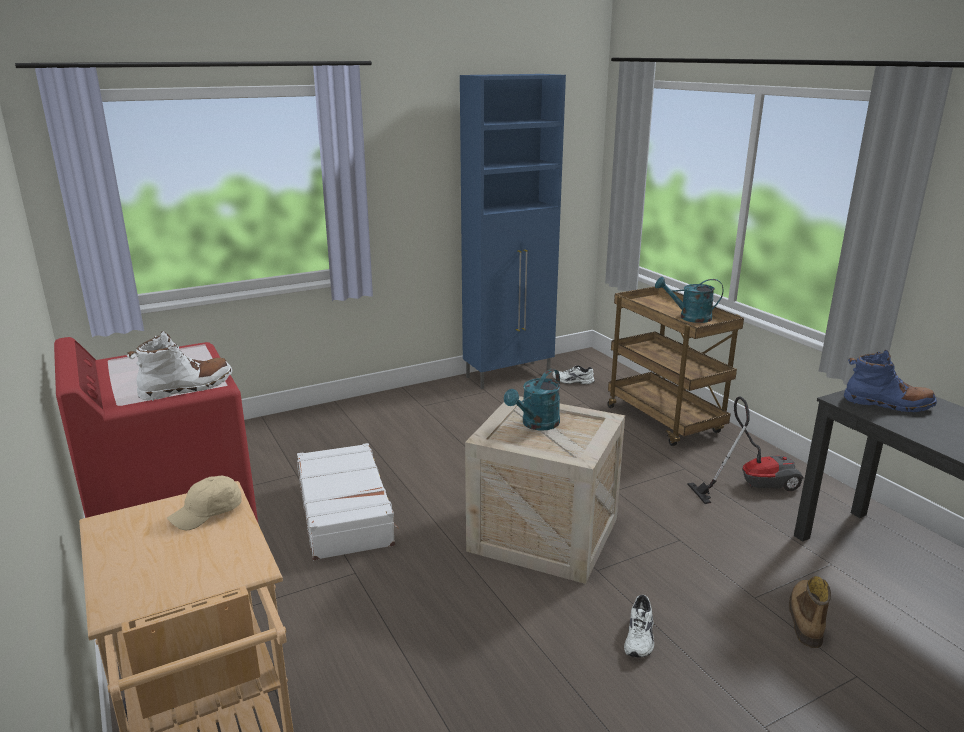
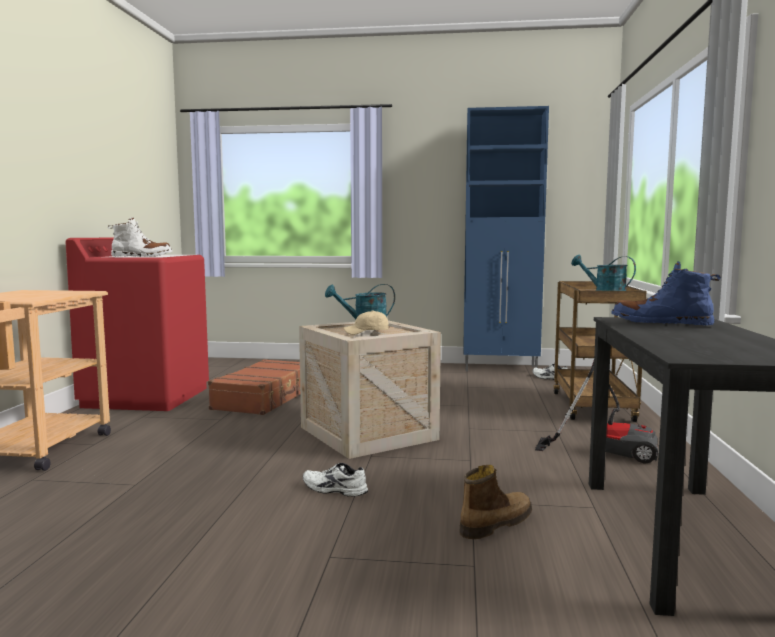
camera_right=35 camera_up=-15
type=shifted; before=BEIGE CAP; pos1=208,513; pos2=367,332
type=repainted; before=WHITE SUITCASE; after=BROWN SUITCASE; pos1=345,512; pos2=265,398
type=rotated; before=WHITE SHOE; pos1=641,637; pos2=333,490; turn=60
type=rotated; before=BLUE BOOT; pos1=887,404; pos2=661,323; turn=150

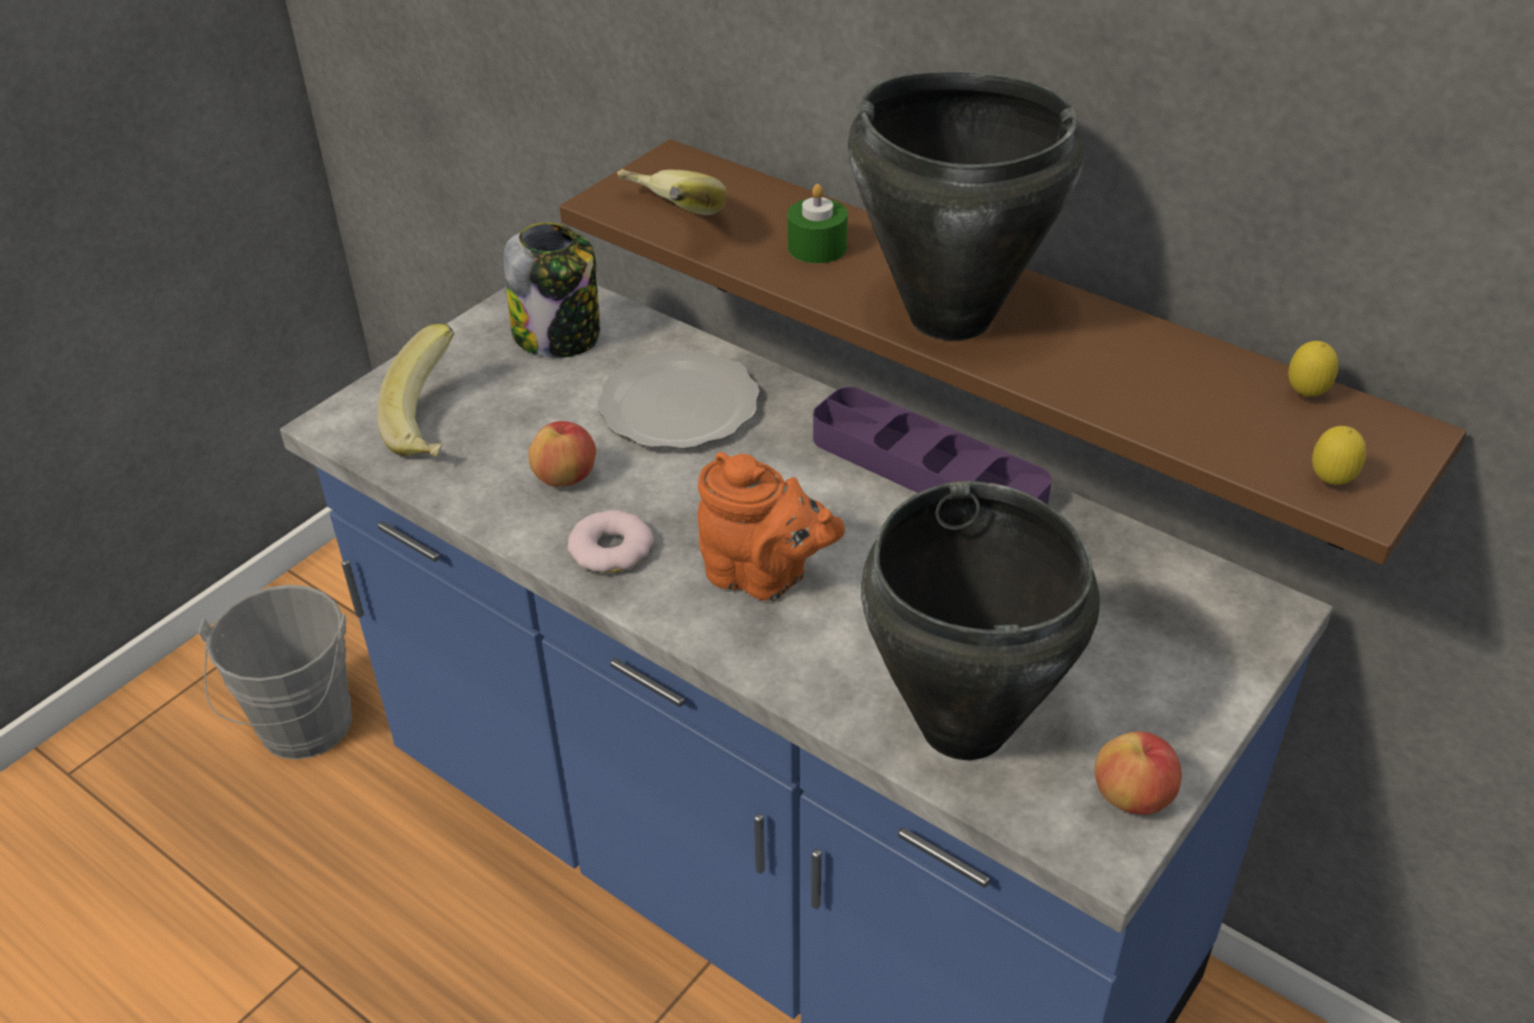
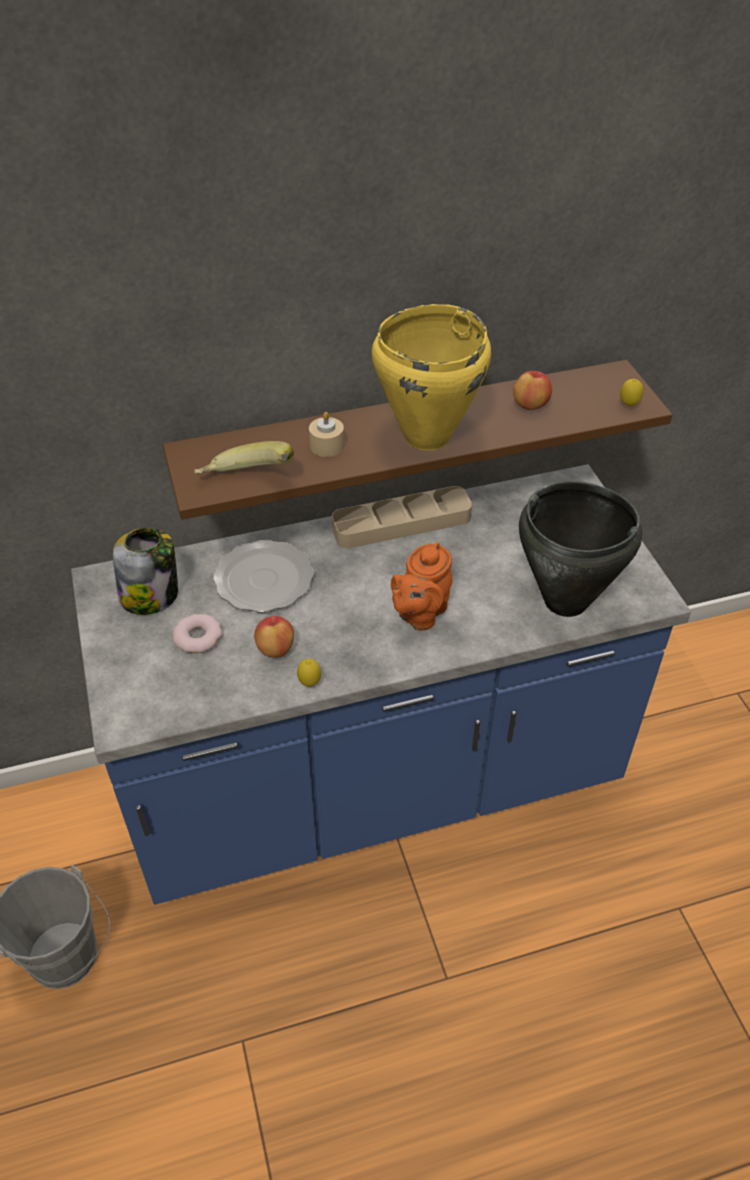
camera_right=-55 camera_up=5
type=gone; before=BANANA; pos1=435,425
type=shifted; before=DONUT; pos1=611,549; pos2=198,637
type=rotated; before=ORANGE TEAPOT; pos1=763,577; pos2=420,614; turn=150
type=repainted; before=GREEN CANDLE; after=BEIGE CANDLE; pos1=817,247; pos2=327,445
type=repainted; before=PURPLE TRAY; after=BEIGE TRAY; pos1=927,470; pos2=401,523
type=repainted; before=BLACK COOKING POT; after=YELLOW COOKING POT; pos1=949,316; pos2=426,436
type=shifted; before=APPLE; pos1=1133,797; pos2=530,405
type=shifted; before=LEMON; pos1=1305,396; pos2=309,683

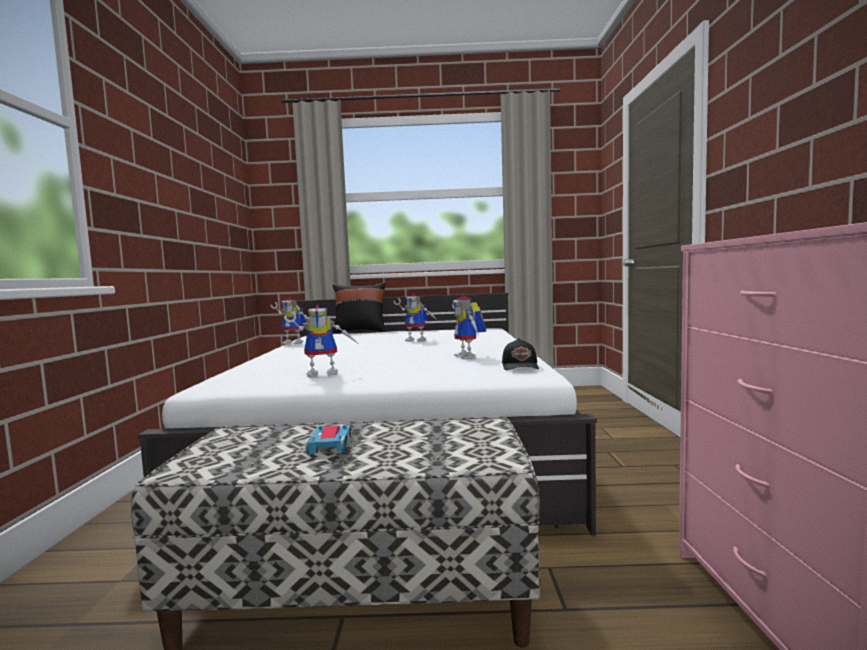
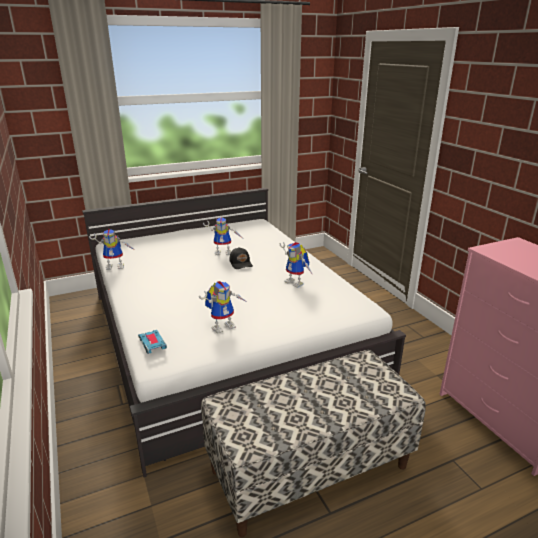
camera_right=-25 camera_up=20
type=shifted; before=TOY CAR; pos1=330,444; pos2=152,344
type=gone; before=BLACK PILLOW; pos1=360,331
type=shifted; before=BLACK CAP; pos1=521,367; pos2=241,263

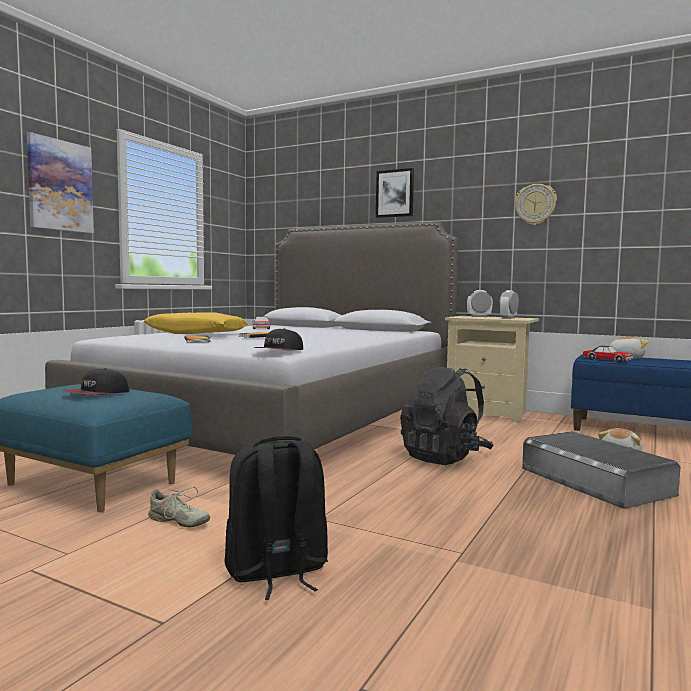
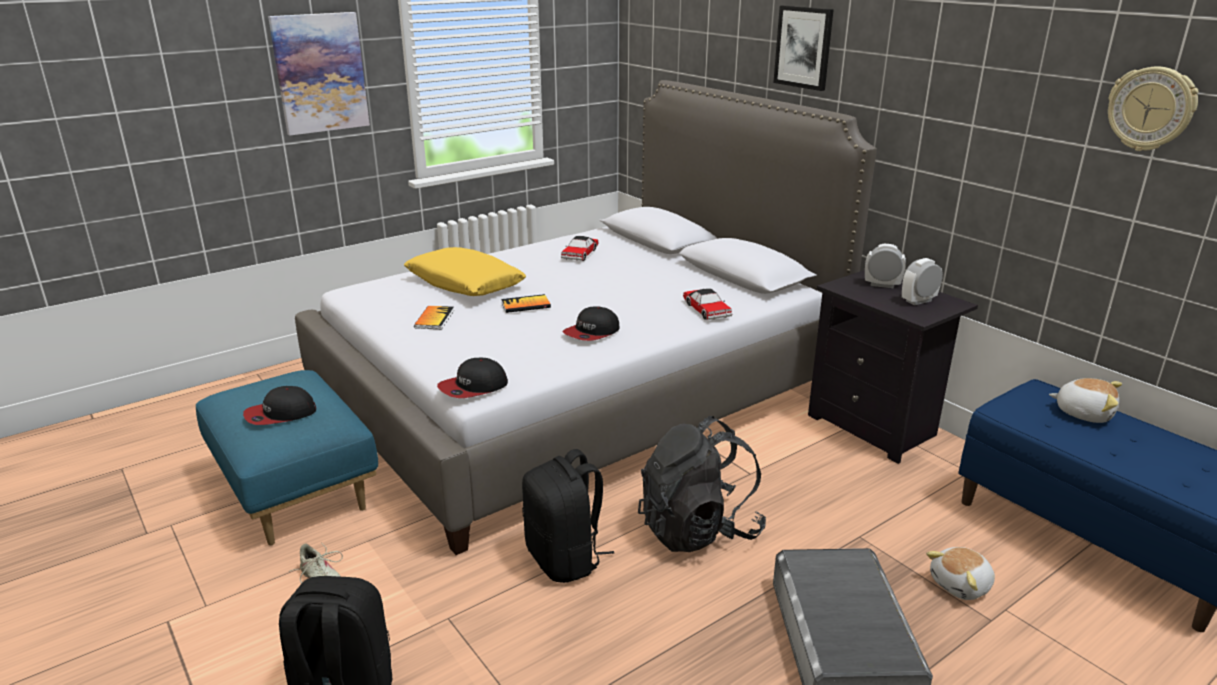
camera_right=25 camera_up=20
type=repainted; before=BEIGE NIGHTSTAND; after=BLACK NIGHTSTAND; pos1=489,413; pos2=875,427
type=shifted; before=WALL CLOCK; pos1=535,204; pos2=1151,109
type=shifted; before=TOY CAR; pos1=607,360; pos2=707,310
type=new; after=BLACK BACKPACK; pos2=565,559
type=new; after=CAP; pos2=592,333

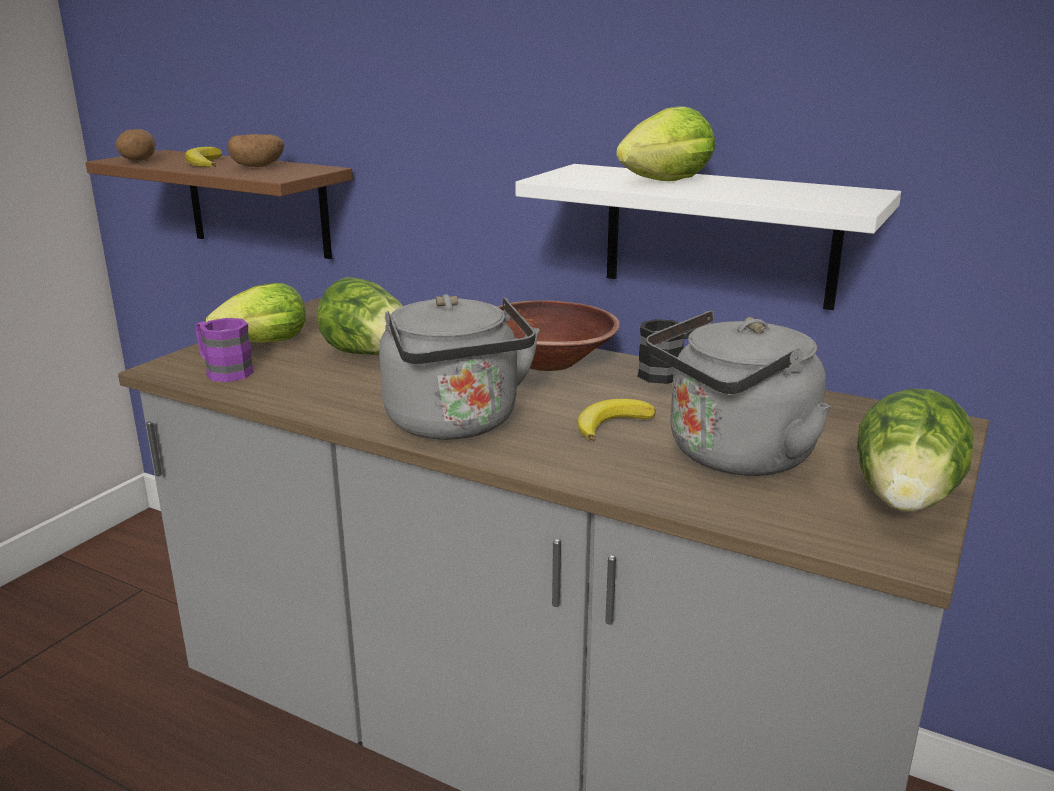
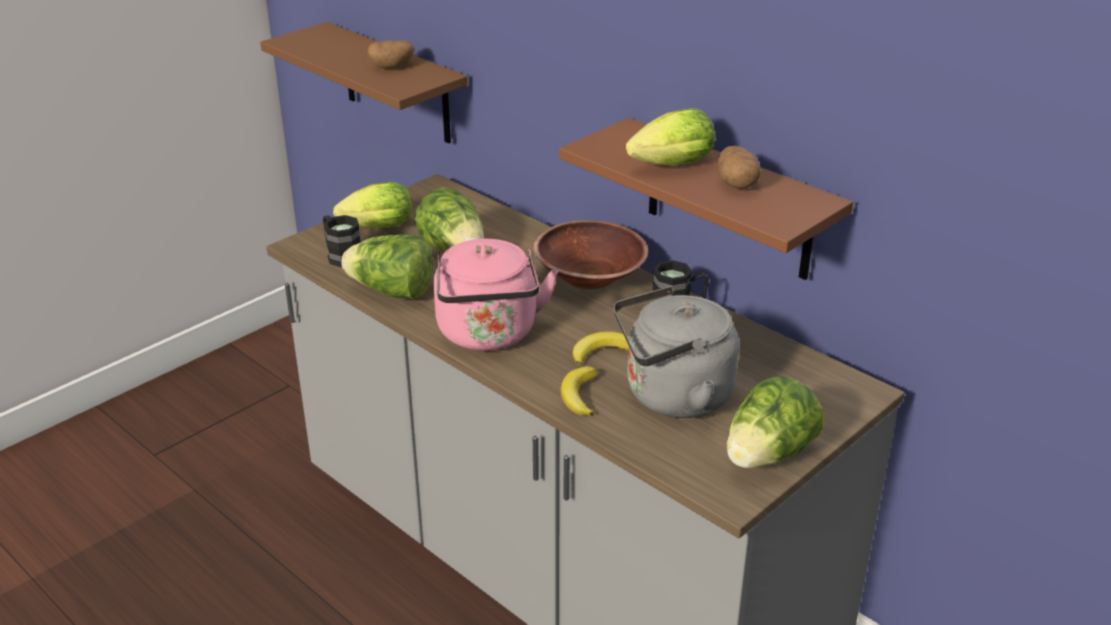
camera_right=15 camera_up=10
type=shifted; before=POTATO; pos1=138,160; pos2=736,183
type=shifted; before=BANANA; pos1=204,163; pos2=579,395
type=repainted; before=PURPLE MUG; after=BLACK MUG; pos1=223,371; pos2=341,255
type=repainted; before=GREY KETTLE; after=PINK KETTLE; pos1=456,424; pos2=489,335
type=repainted; before=WHITE SHELF; after=BROWN SHELF; pos1=719,235; pos2=729,201
type=new; after=LETTUCE; pos2=392,292

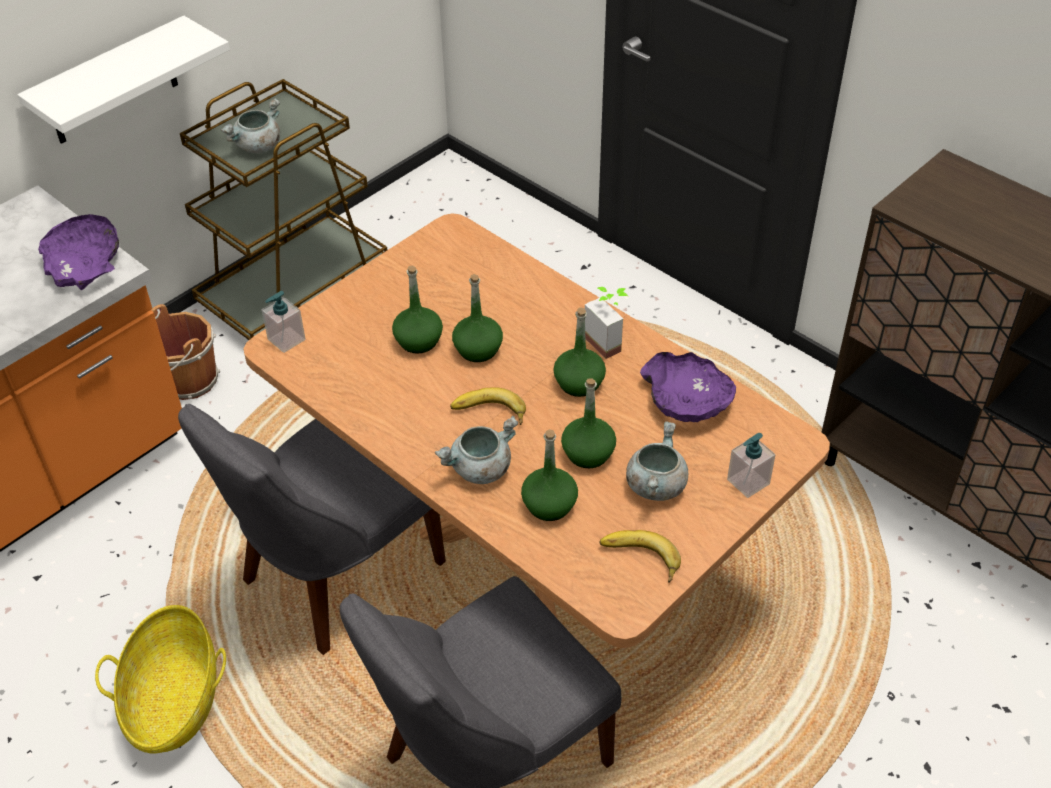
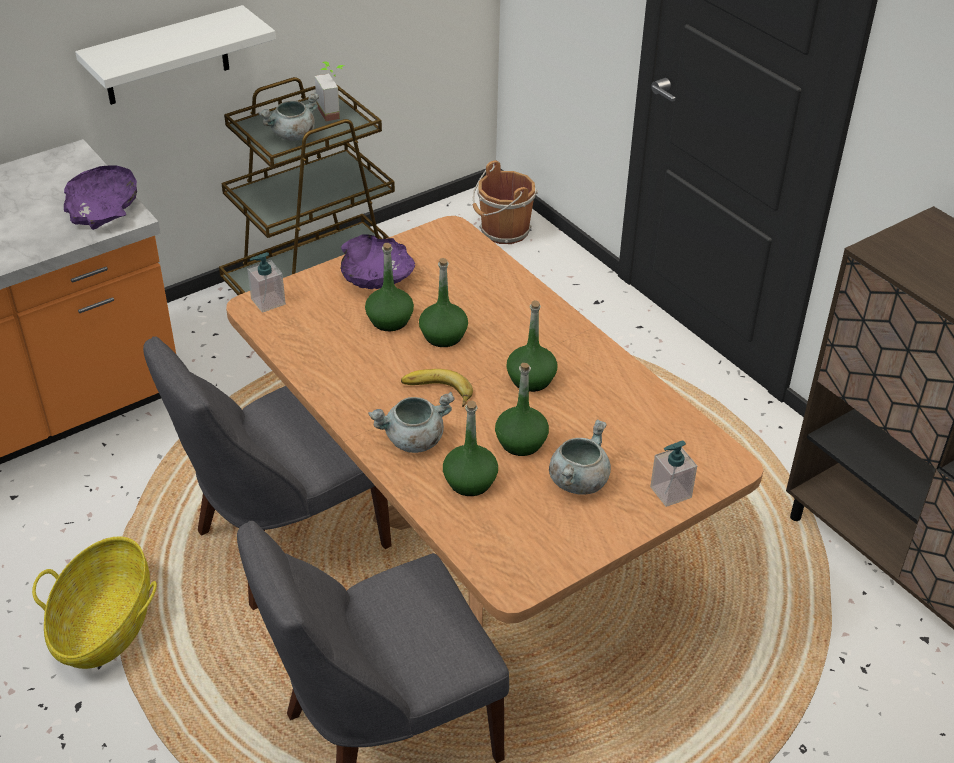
camera_right=10 camera_up=-5
type=shifted; before=BROWN BUCKET; pos1=187,381; pos2=503,231
type=shifted; before=POTTED PLANT; pos1=609,341; pos2=334,112
type=gone; before=BANANA; pos1=639,560
type=shifted; before=PURPLE BOWL; pos1=686,399; pos2=376,275

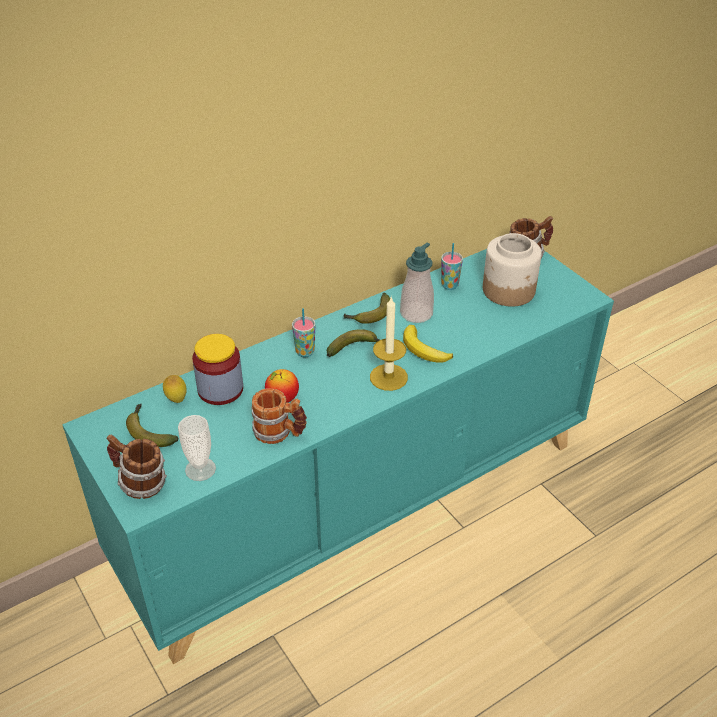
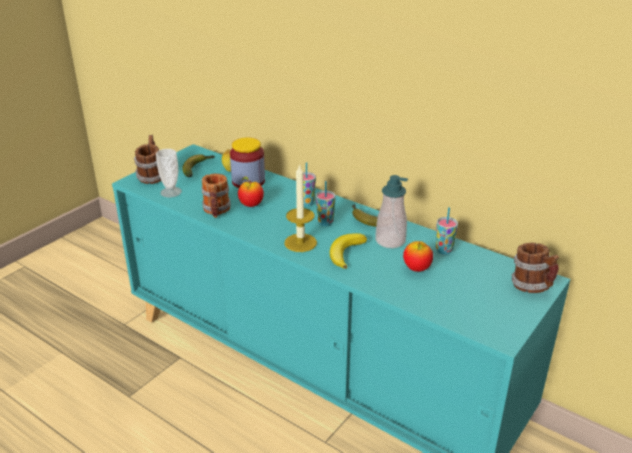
camera_right=70 camera_up=-10
type=swapped; before=BANANA; after=CUP; pos1=356,348; pos2=325,222
type=gone; before=JAR; pos1=509,290
type=new; after=APPLE; pos2=417,269

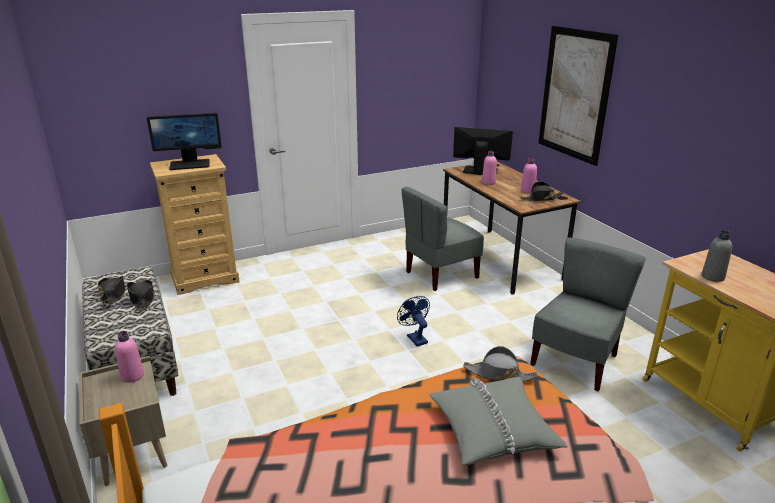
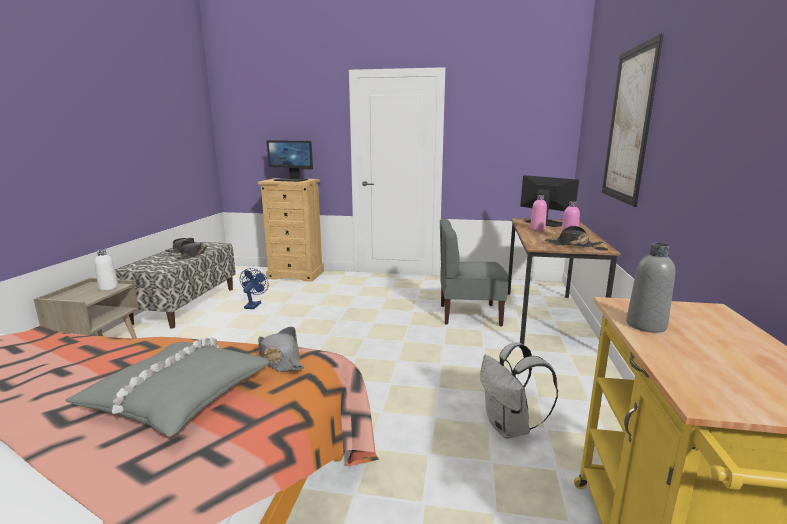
camera_right=35 camera_up=-10
type=repainted; before=PINK BOTTLE; after=WHITE BOTTLE; pos1=132,376; pos2=108,288
type=shifted; before=BLUE FAN; pos1=414,338; pos2=254,305
type=swapped; before=GREY CHAIR; after=WHITE BACKPACK; pos1=576,361; pos2=510,428

